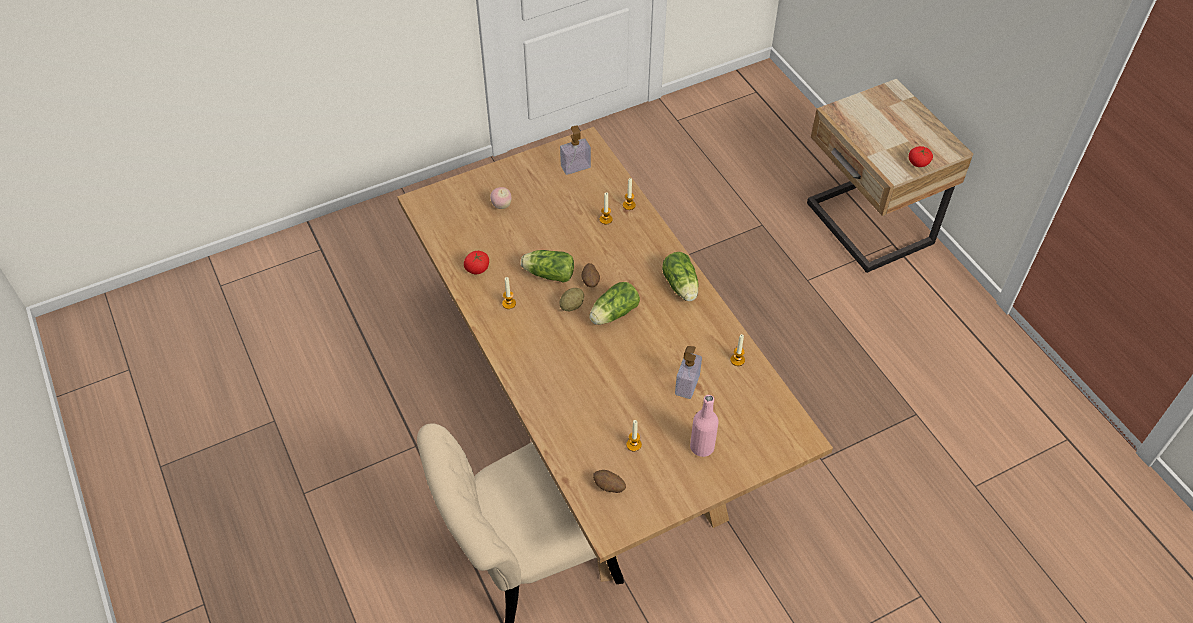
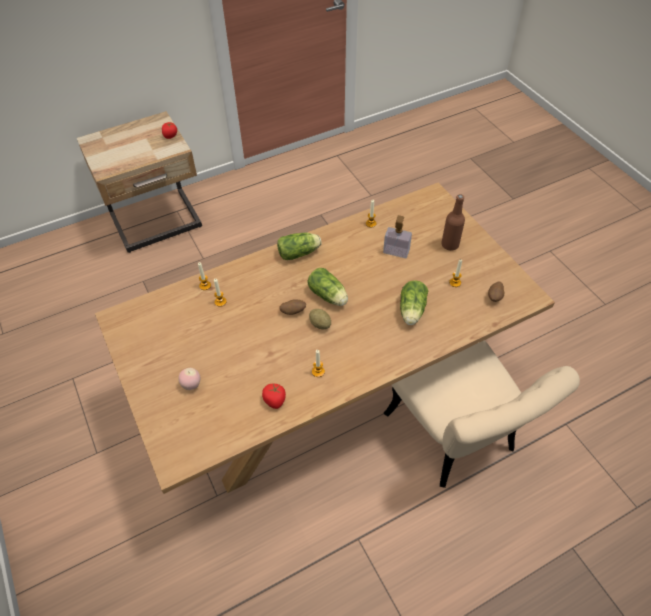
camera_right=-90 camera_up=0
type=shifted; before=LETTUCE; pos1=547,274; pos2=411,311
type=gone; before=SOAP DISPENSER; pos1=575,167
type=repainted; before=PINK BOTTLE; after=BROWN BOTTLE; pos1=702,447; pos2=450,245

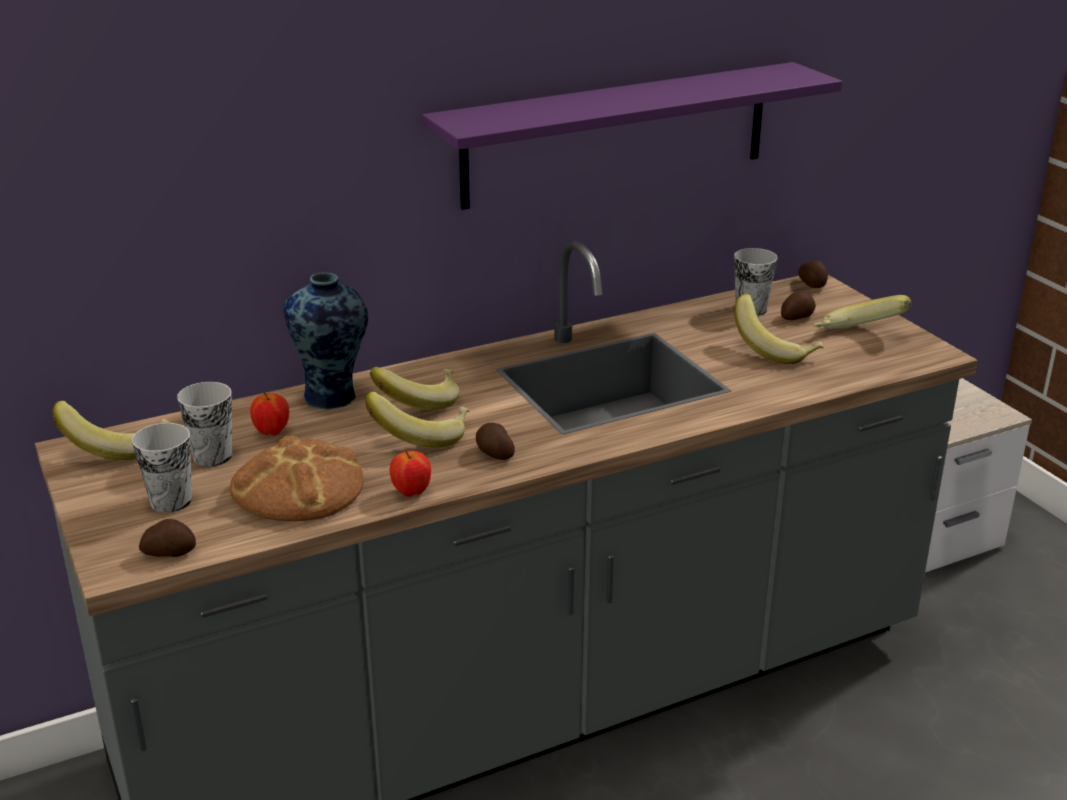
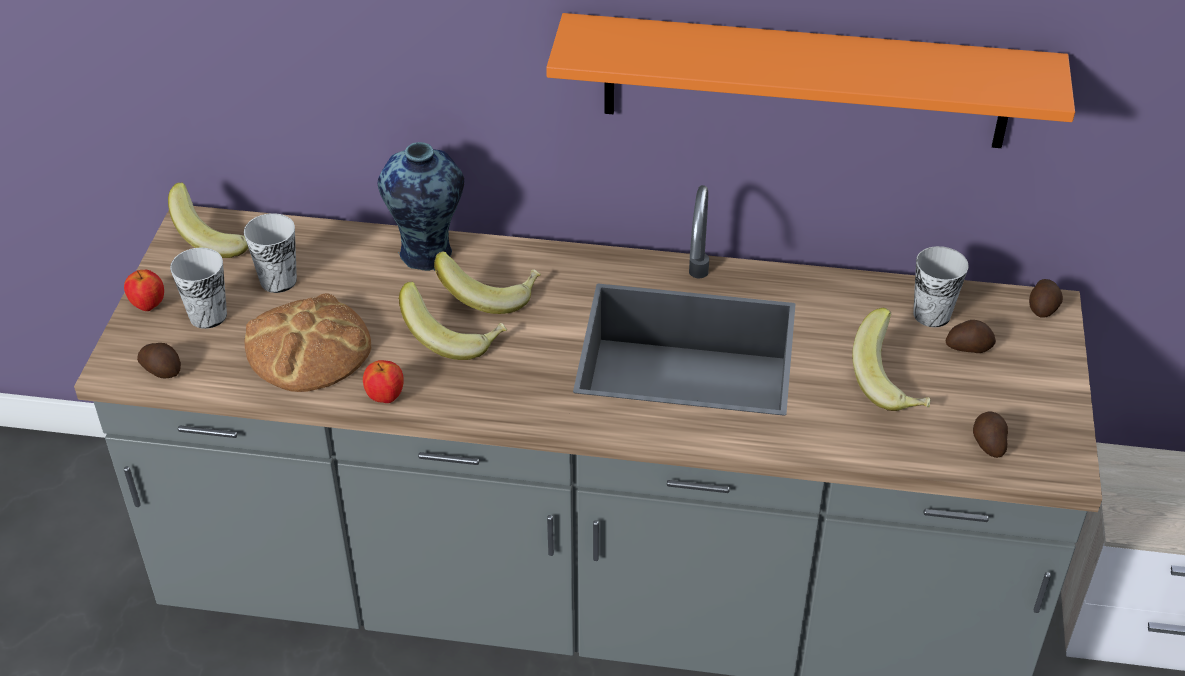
camera_right=35 camera_up=15
type=shifted; before=APPLE; pos1=272,432; pos2=148,305
type=repainted; before=PURPLE SHELF; after=ORANGE SHELF; pos1=617,134; pos2=805,81
type=shifted; before=POTATO; pos1=494,453; pos2=988,443
type=gone; before=BANANA; pos1=857,336

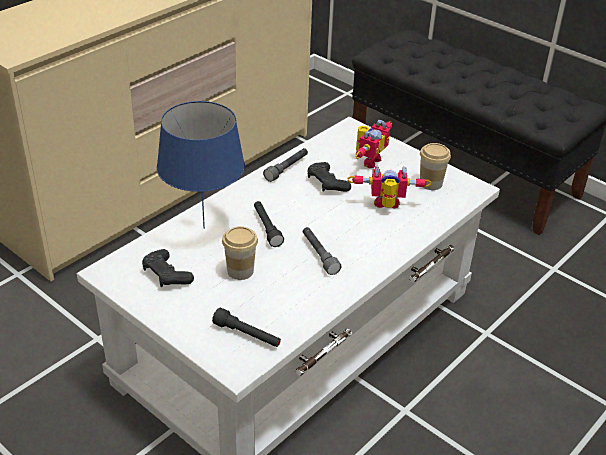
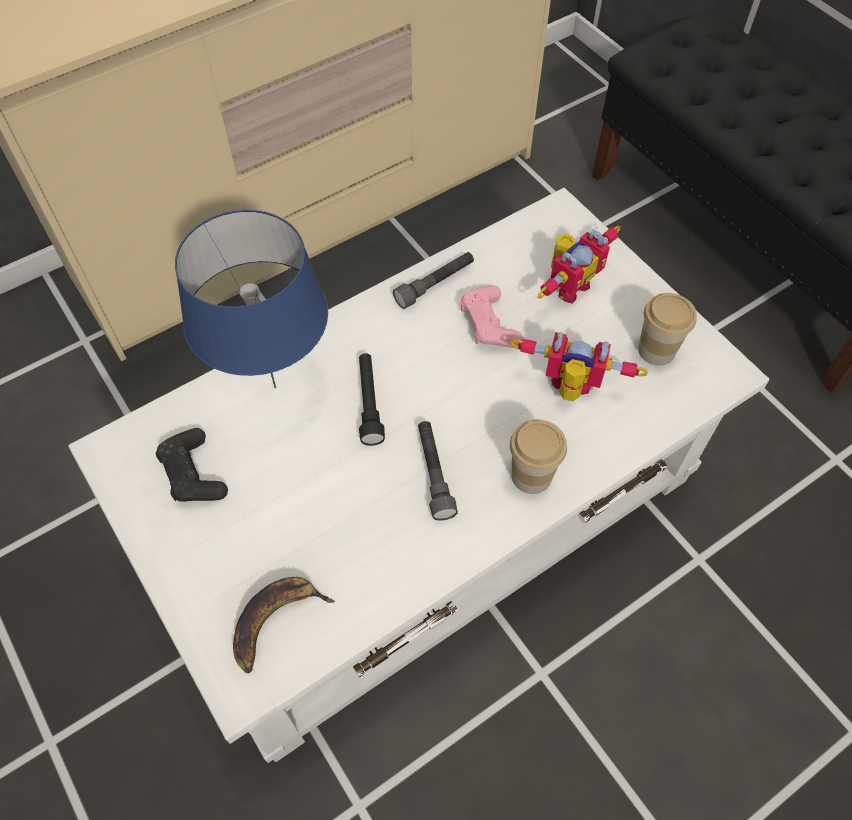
camera_right=15 camera_up=20
type=swapped; before=BLACK FLASHLIGHT; after=BANANA; pos1=247,335; pos2=276,621
type=shifted; before=CUP; pos1=240,271; pos2=531,476
type=repainted; before=BLACK GAME CONTROLLER; after=PINK GAME CONTROLLER; pos1=327,183; pos2=489,325

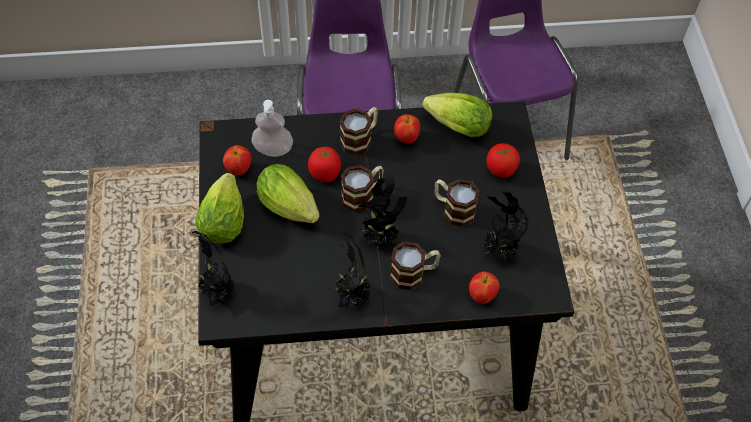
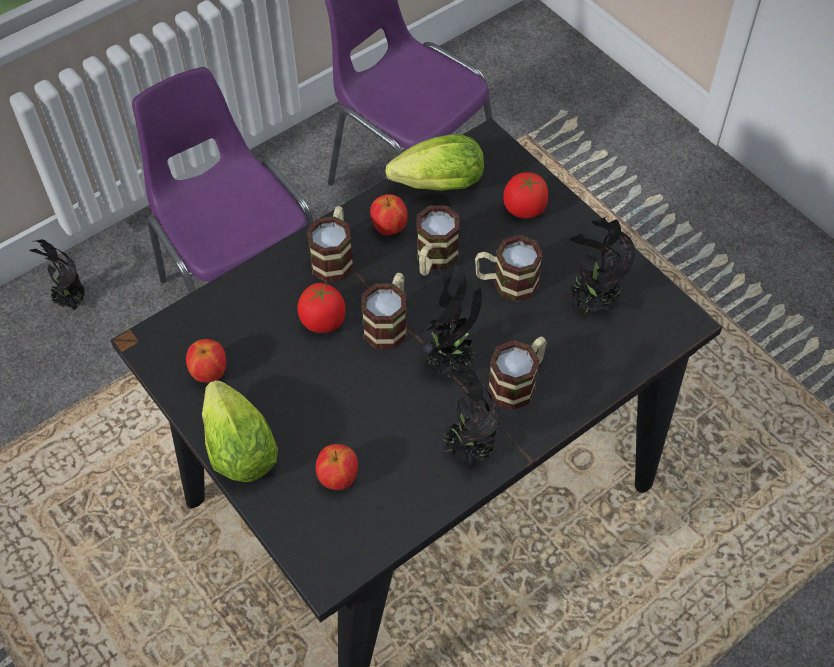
camera_right=-30 camera_up=0
type=shifted; before=POTTED PLANT; pos1=216,291; pos2=69,301
type=gone; before=SOAP DISPENSER; pos1=273,149
type=gone; before=LETTUCE; pos1=291,209
type=shifted; before=APPLE; pos1=481,296; pos2=338,479
type=new; after=MUG; pos2=433,260

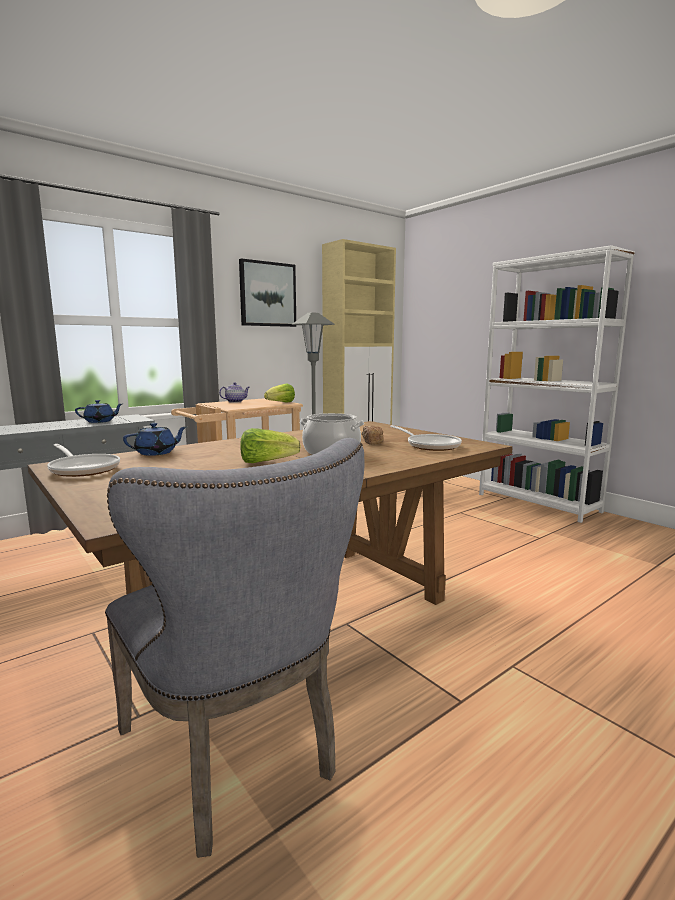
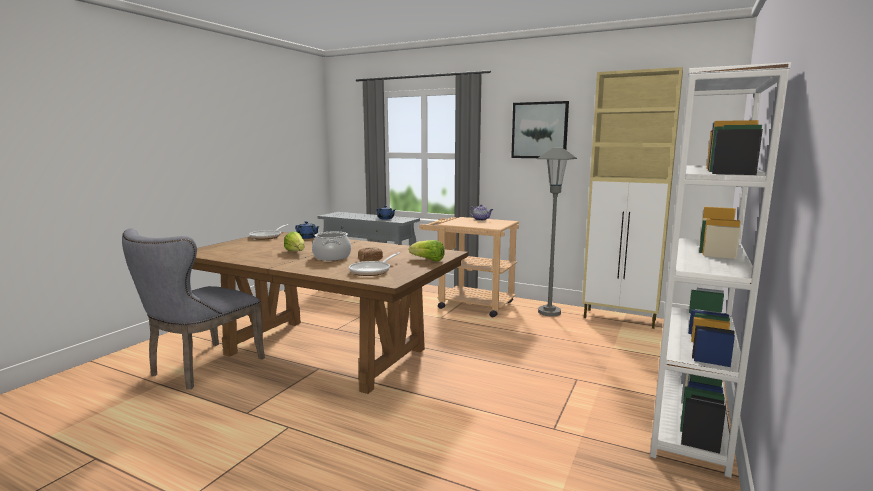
camera_right=65 camera_up=0
type=shifted; before=LETTUCE; pos1=281,403; pos2=428,260

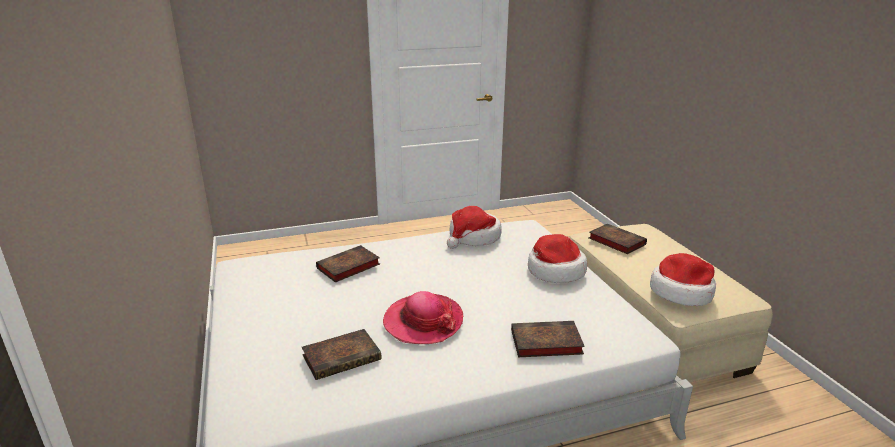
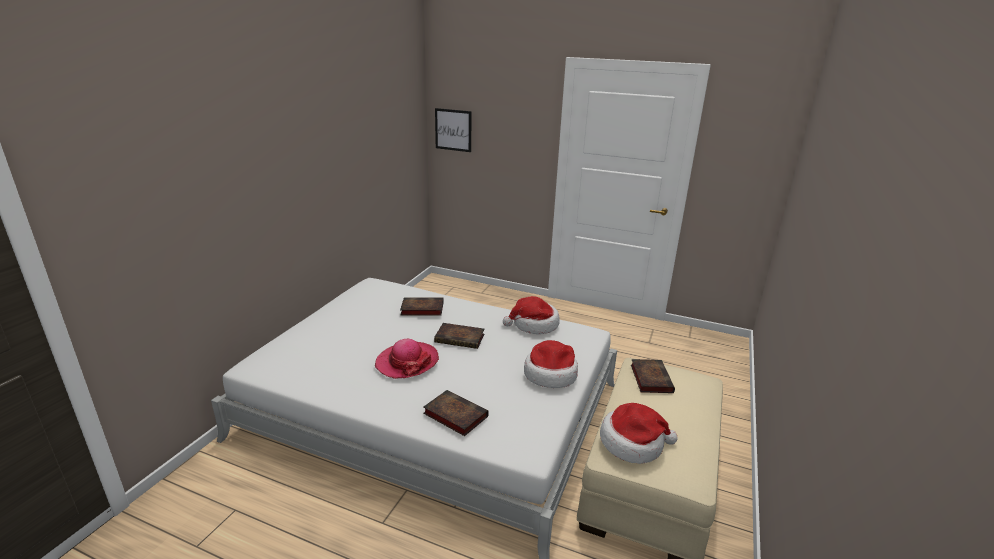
camera_right=40 camera_up=0
type=shifted; before=BOOK; pos1=343,357; pos2=461,338
type=new; after=PICTURE; pos2=453,130

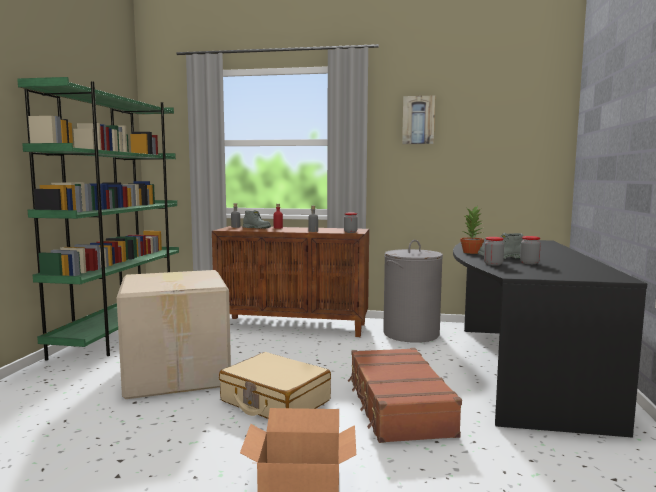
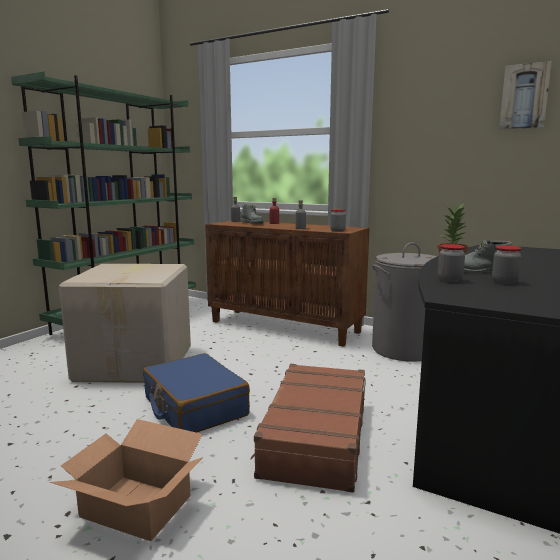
camera_right=20 camera_up=5
type=repainted; before=BEIGE SUITCASE; after=BLUE SUITCASE; pos1=275,401; pos2=194,407
type=shifted; before=PICTURE; pos1=418,120; pos2=524,97

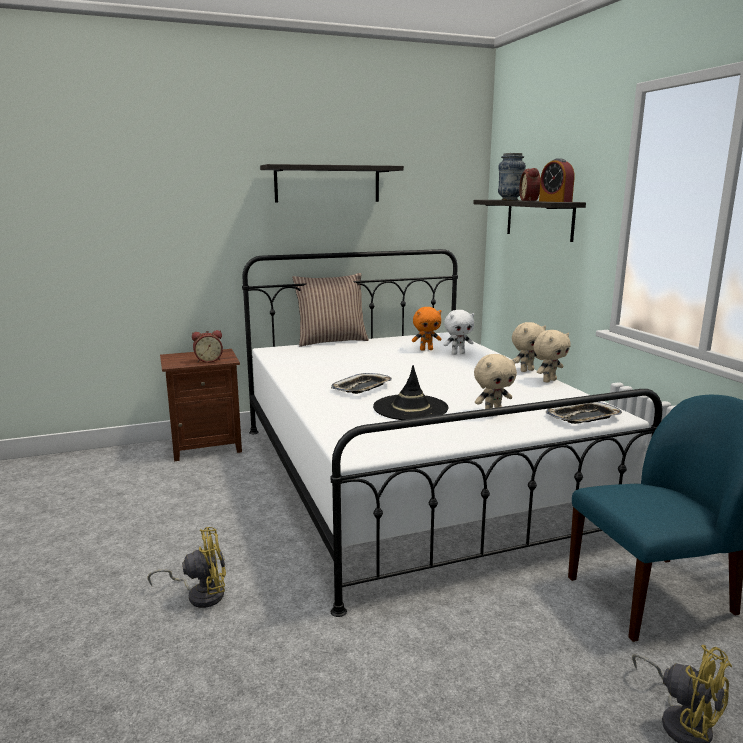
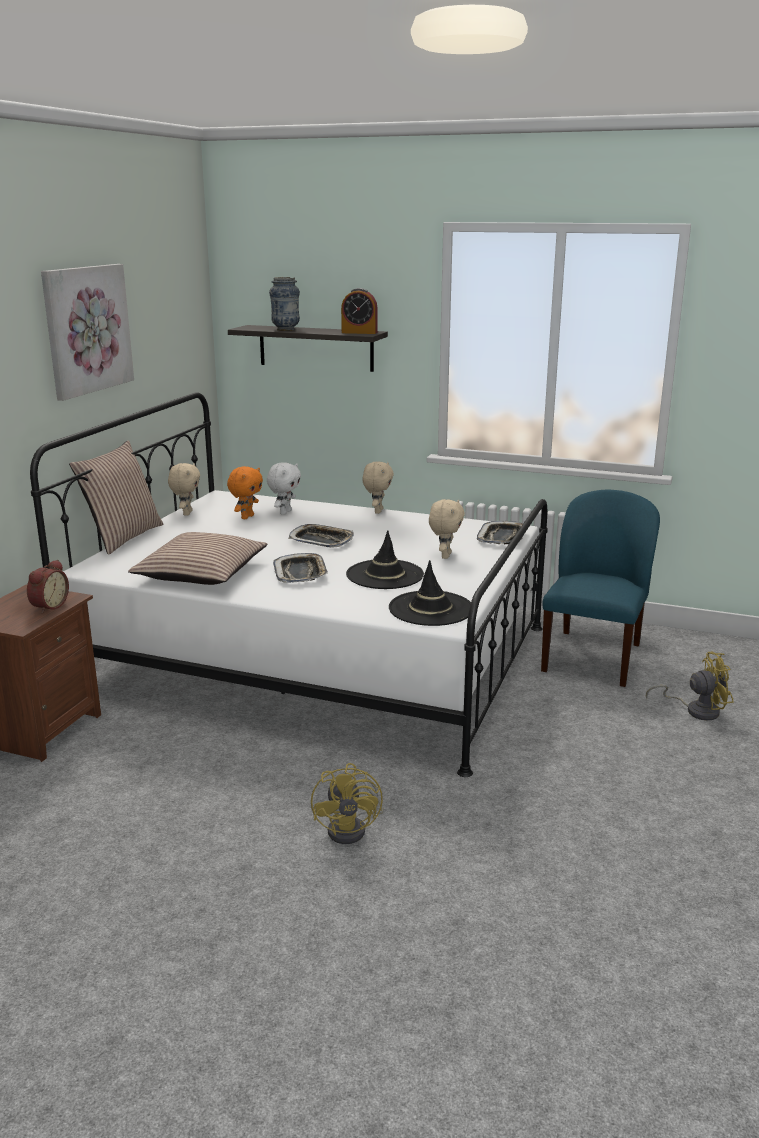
camera_right=-50 camera_up=5
type=rotated; before=YELLOW FAN; pos1=200,594; pos2=353,829; turn=150
type=swapped; before=SHELF; after=PICTURE; pos1=327,184; pos2=87,329
type=gone; before=ALARM CLOCK; pos1=530,200
type=shifted; before=BEIGE PLUSH TOY; pos1=549,380; pos2=186,513
type=new; after=PILLOW; pos2=201,573
type=new; after=TRAY; pos2=321,540
type=new; after=BLACK HAT; pos2=430,609

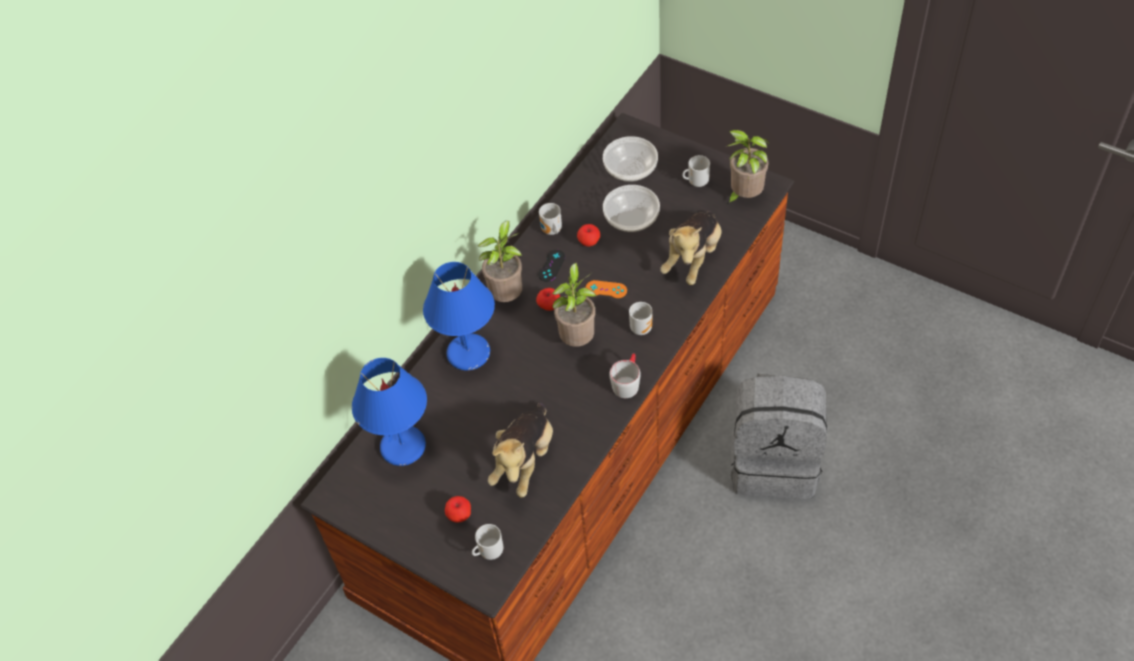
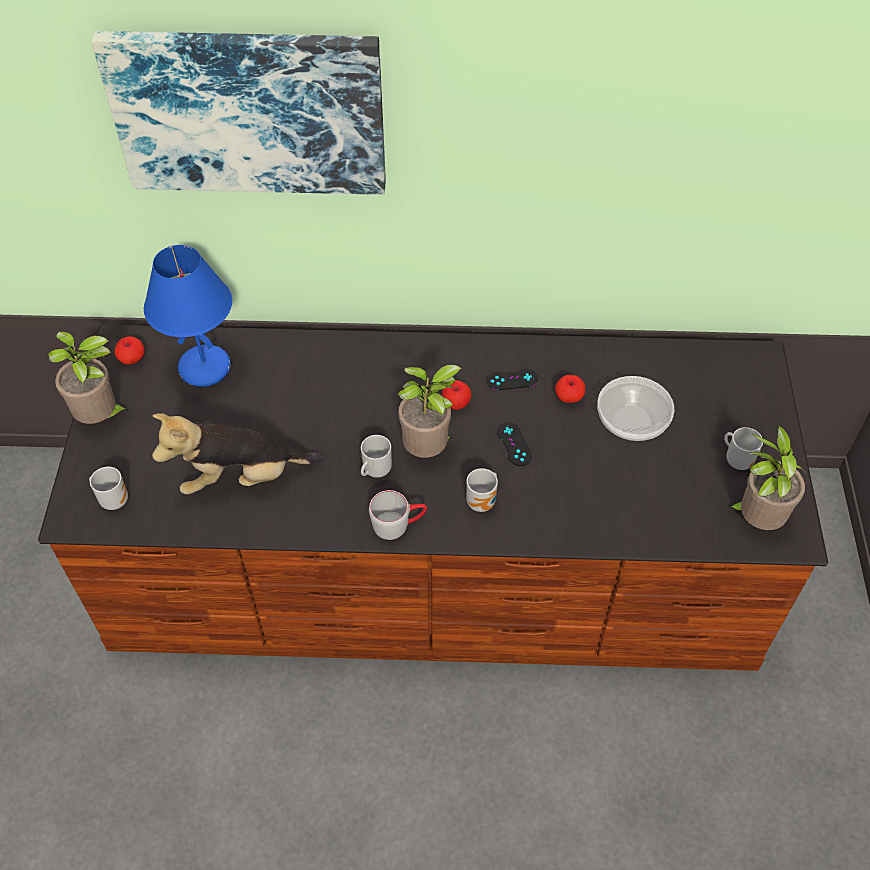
camera_right=55 camera_up=0
type=gone; before=BLUE TABLE LAMP; pos1=469,354
type=shifted; before=APPLE; pos1=459,515; pos2=132,360
type=shifted; before=POTTED PLANT; pos1=508,296; pos2=102,418
type=shifted; before=MUG; pos1=551,231; pos2=375,470
type=repainted; before=ORANGE GAME CONTROLLER; after=BLACK GAME CONTROLLER; pos1=606,289; pos2=514,444
type=gone; before=BOWL; pos1=630,169
type=gone; before=PLUSH TOY; pos1=693,258
type=gone; before=GREY BACKPACK; pos1=774,462
type=new; after=PICTURE; pos2=249,111

